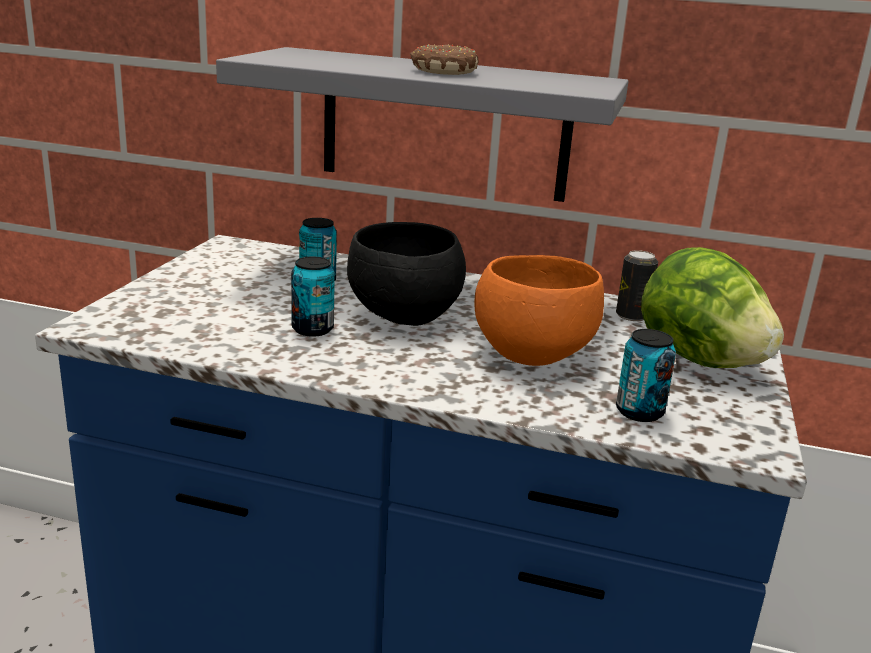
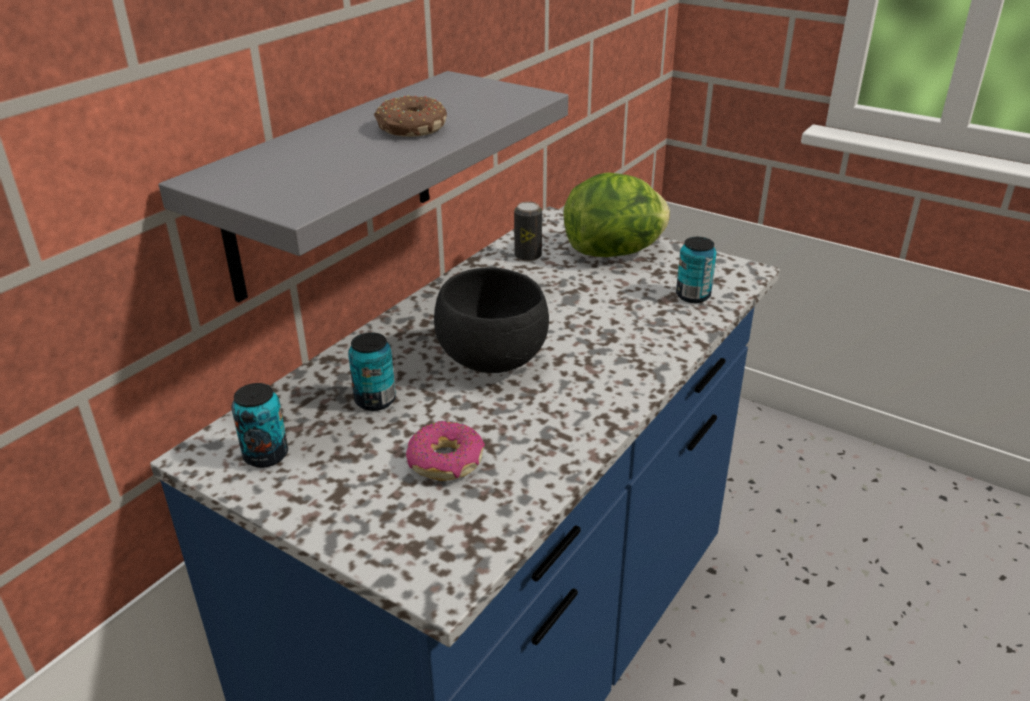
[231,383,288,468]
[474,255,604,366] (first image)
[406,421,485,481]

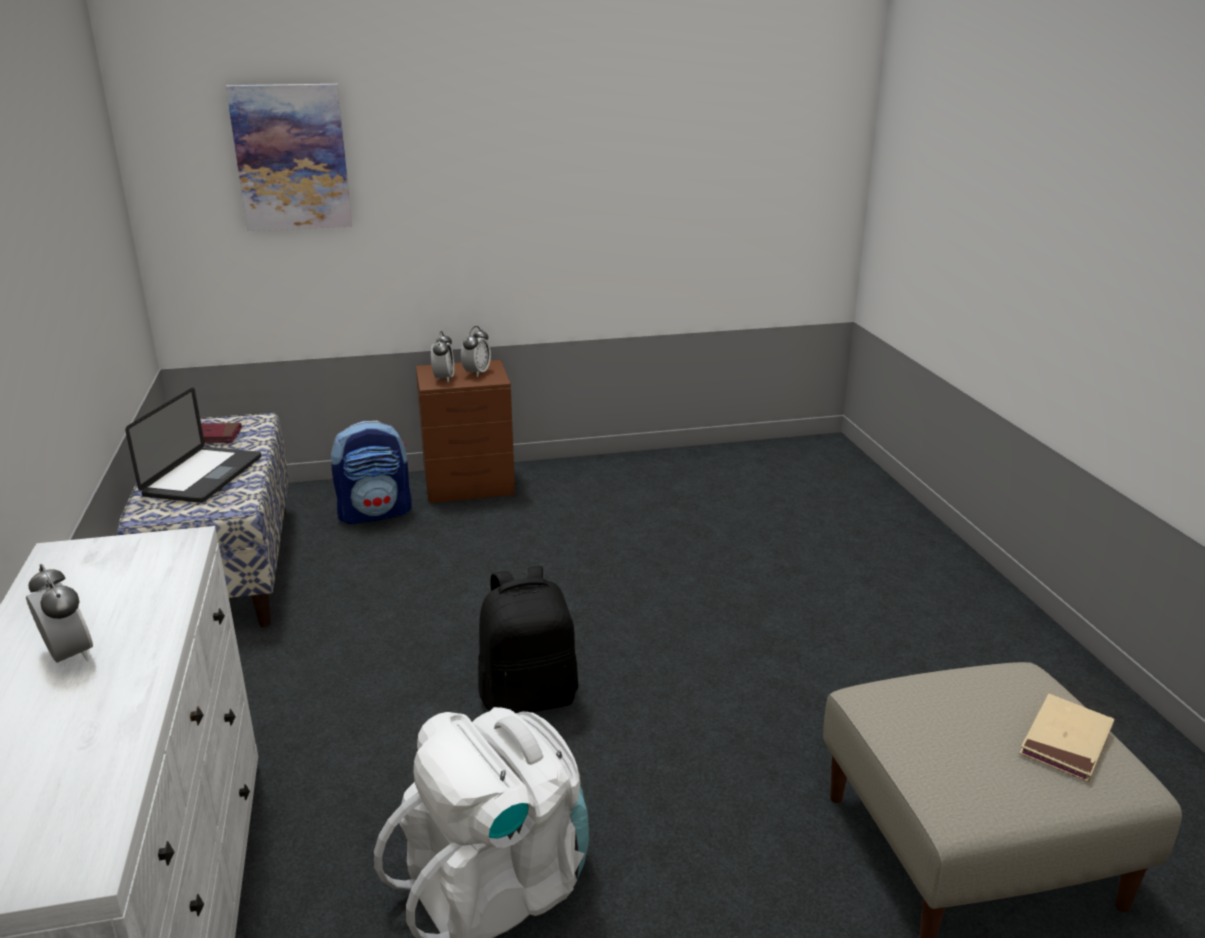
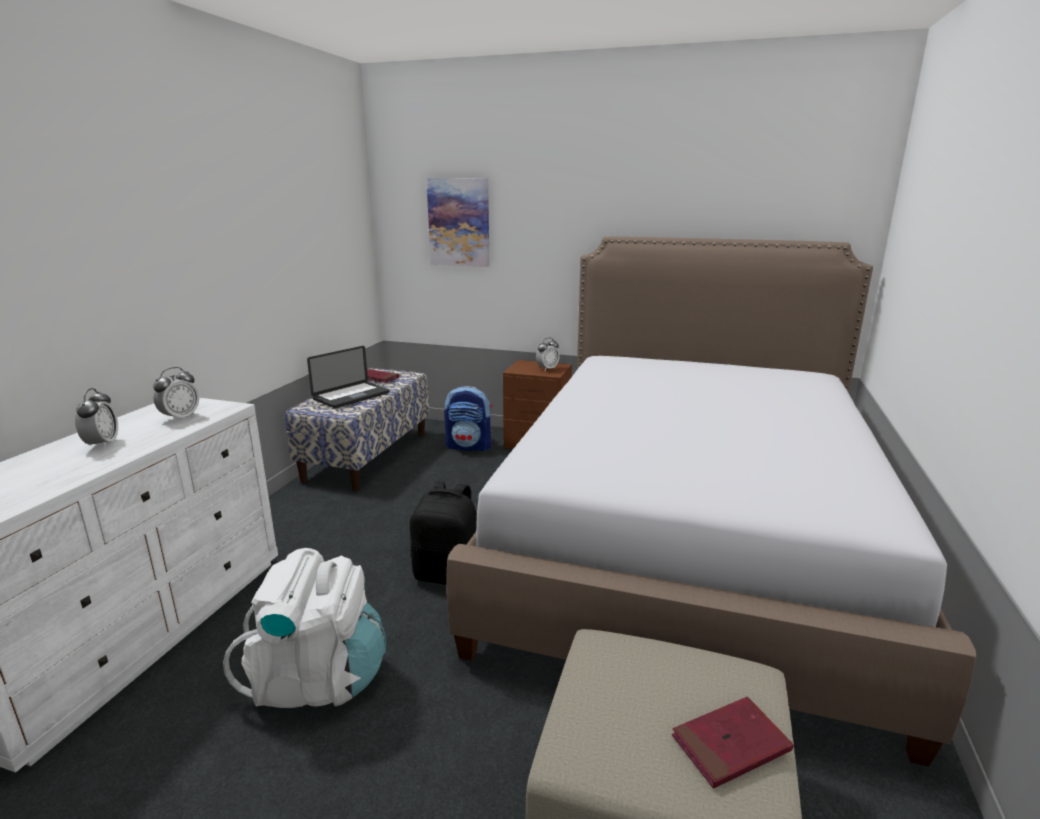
[153,367,200,422]
[672,697,794,789]
[446,237,977,767]

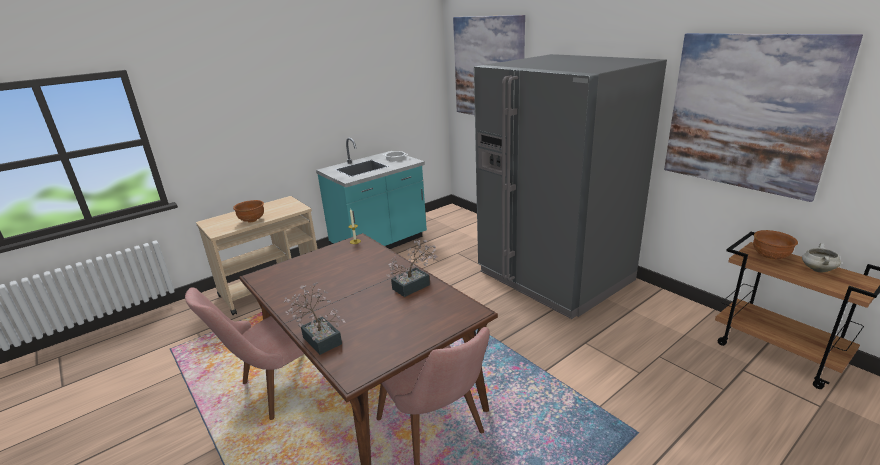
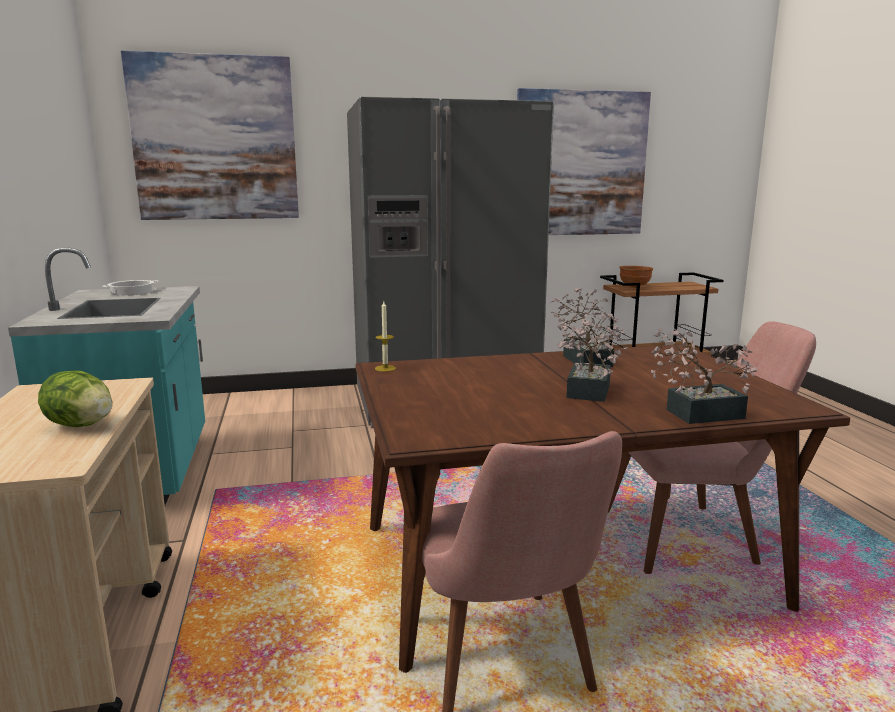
[38,370,112,427]
[802,243,841,273] (first image)
[557,319,628,402]

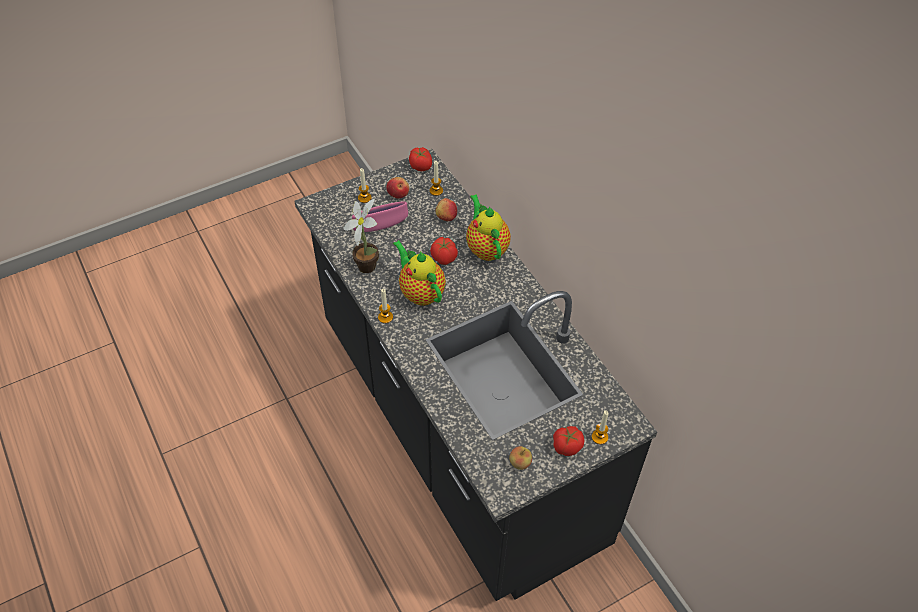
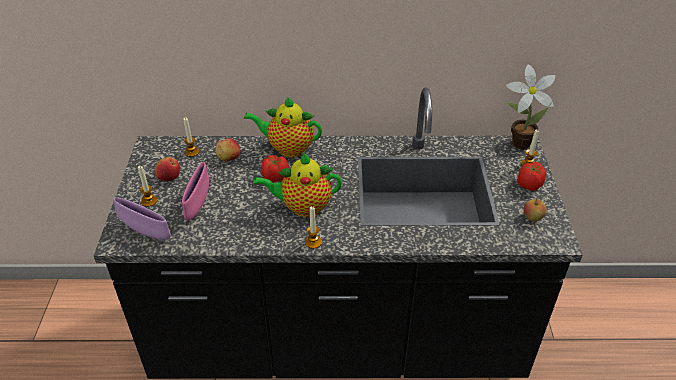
[506,64,556,149]
[409,147,432,171] (first image)
[113,197,171,240]

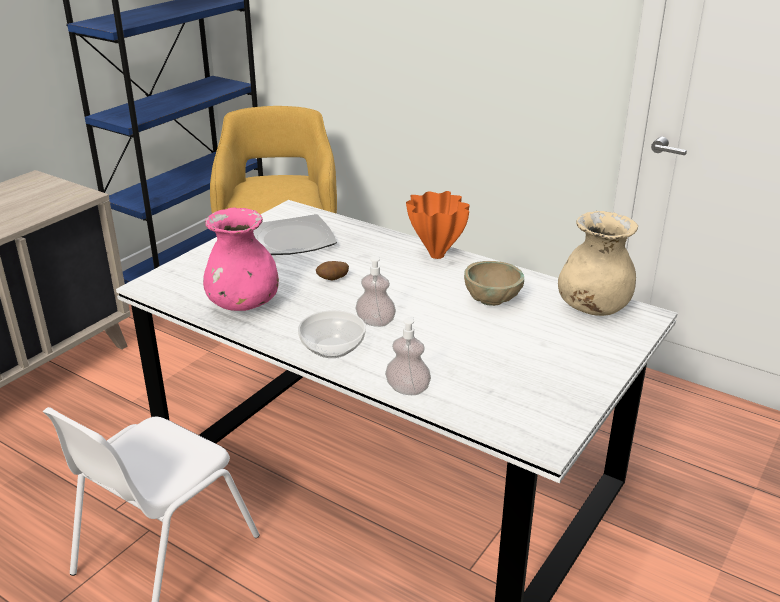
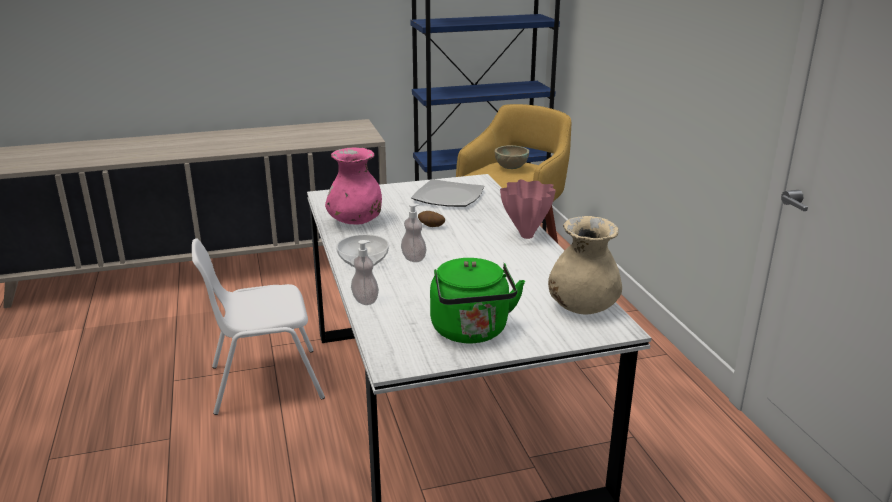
[500,179,555,239]
[495,145,529,169]
[430,258,525,343]

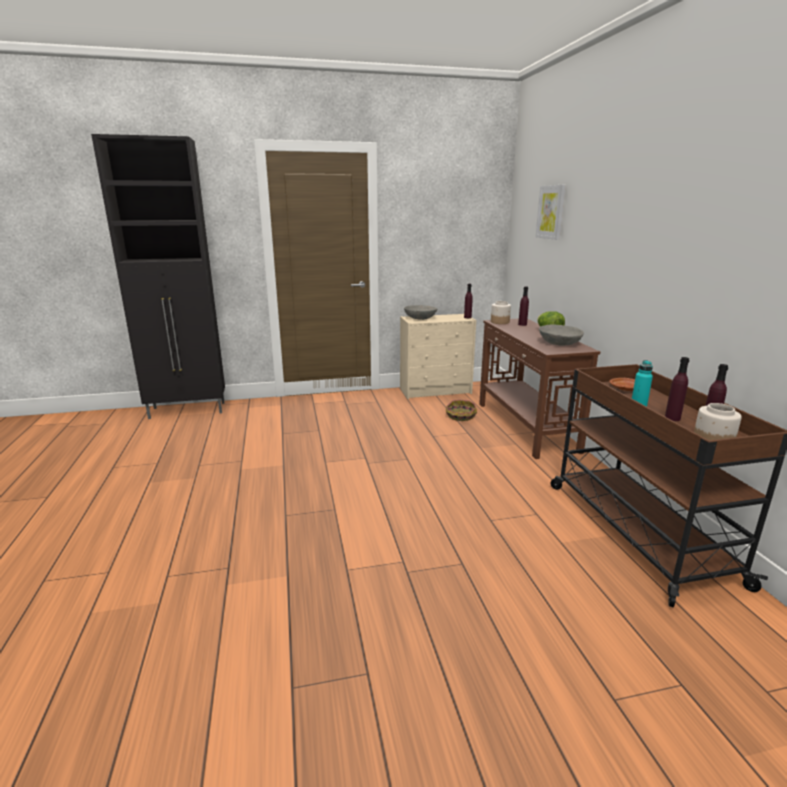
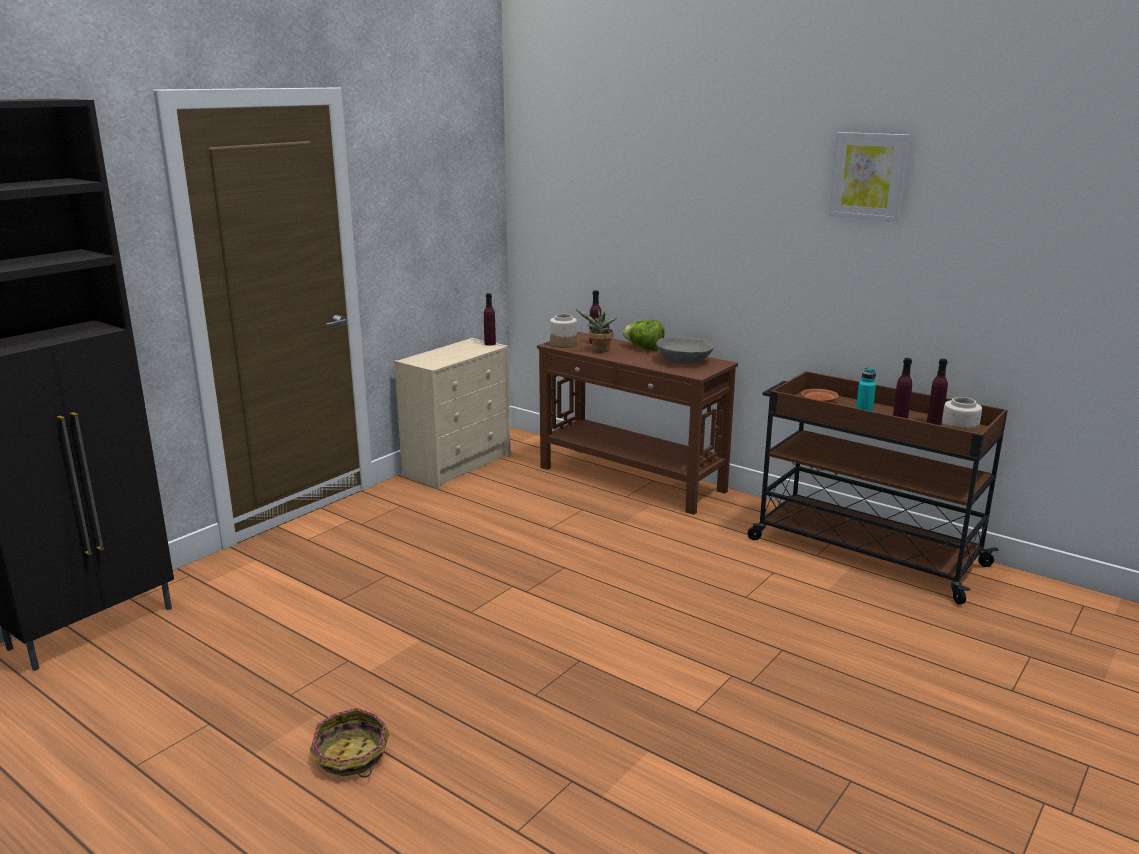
[404,305,437,320] (first image)
[310,708,389,778]
[829,132,910,222]
[576,309,617,353]

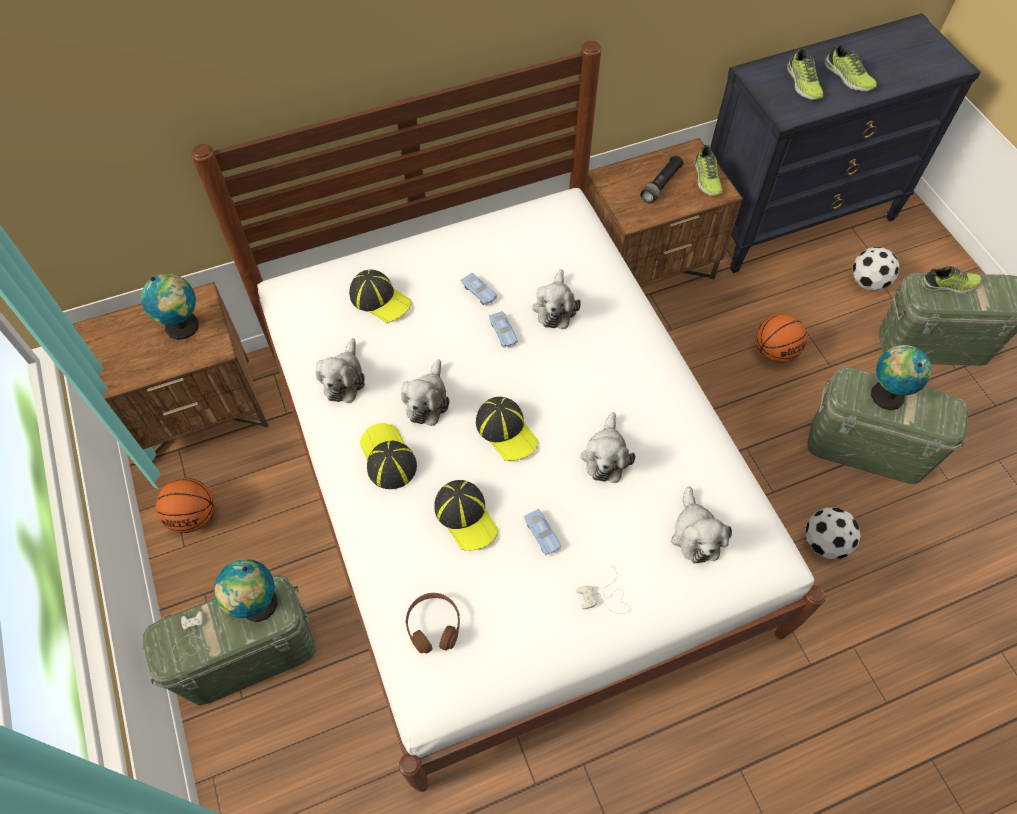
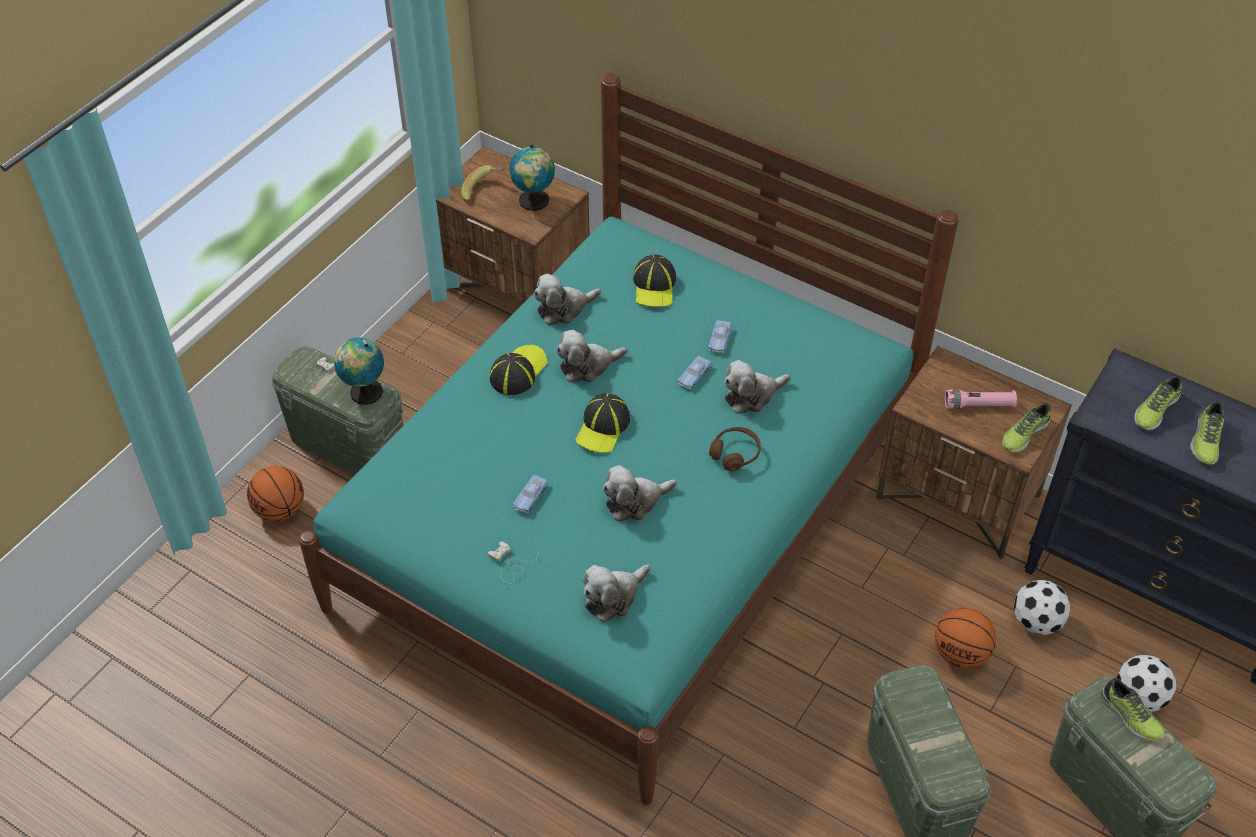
[247,466,304,522]
[299,74,959,805]
[709,427,761,471]
[434,480,499,551] (first image)
[945,389,1017,409]
[1014,580,1070,635]
[871,345,932,410] (first image)
[461,165,505,202]

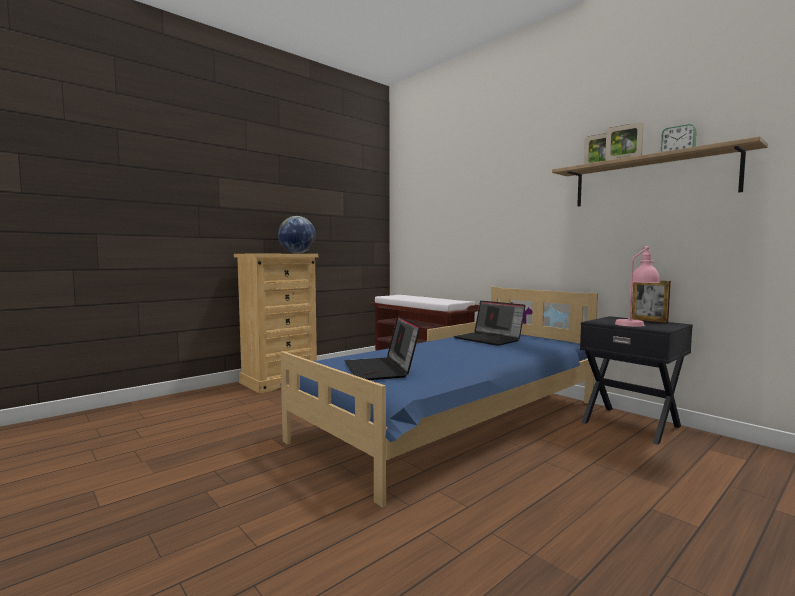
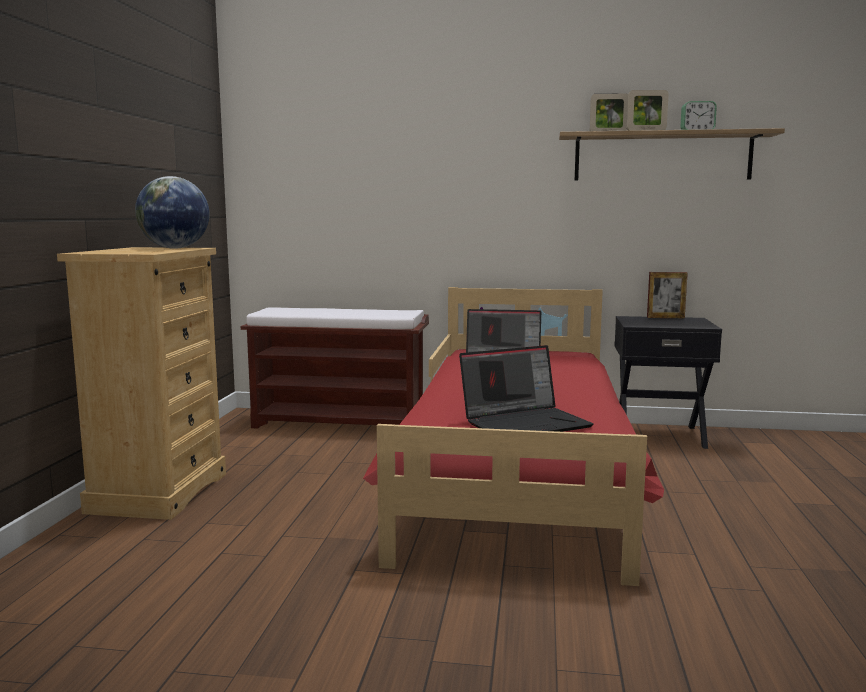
[363,287,664,586]
[459,345,593,432]
[615,246,660,327] (first image)

